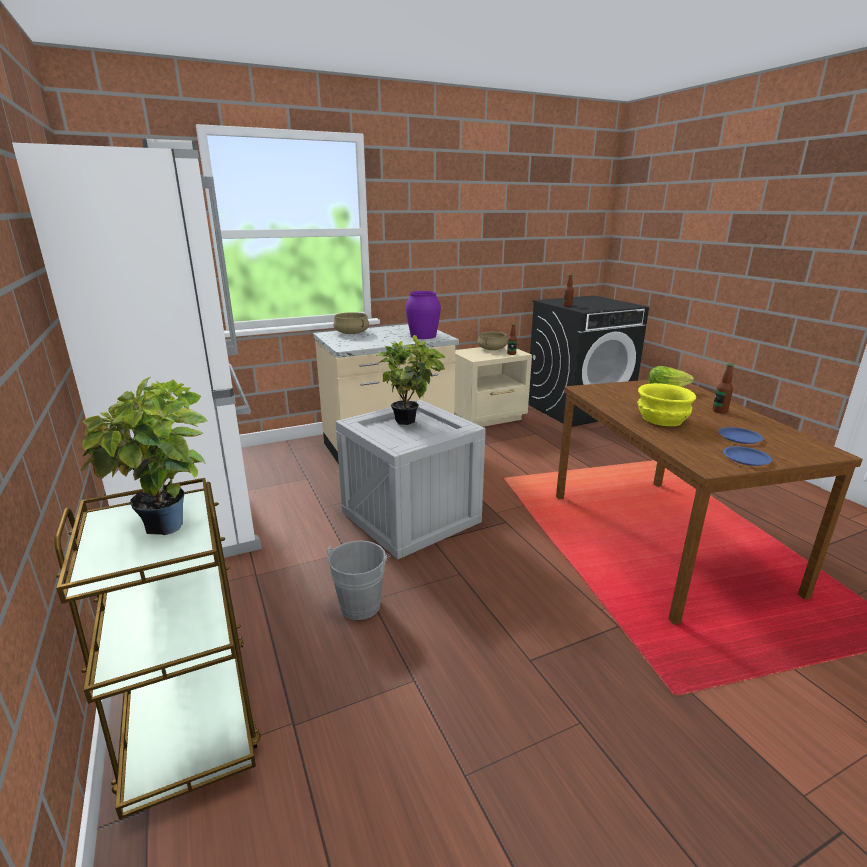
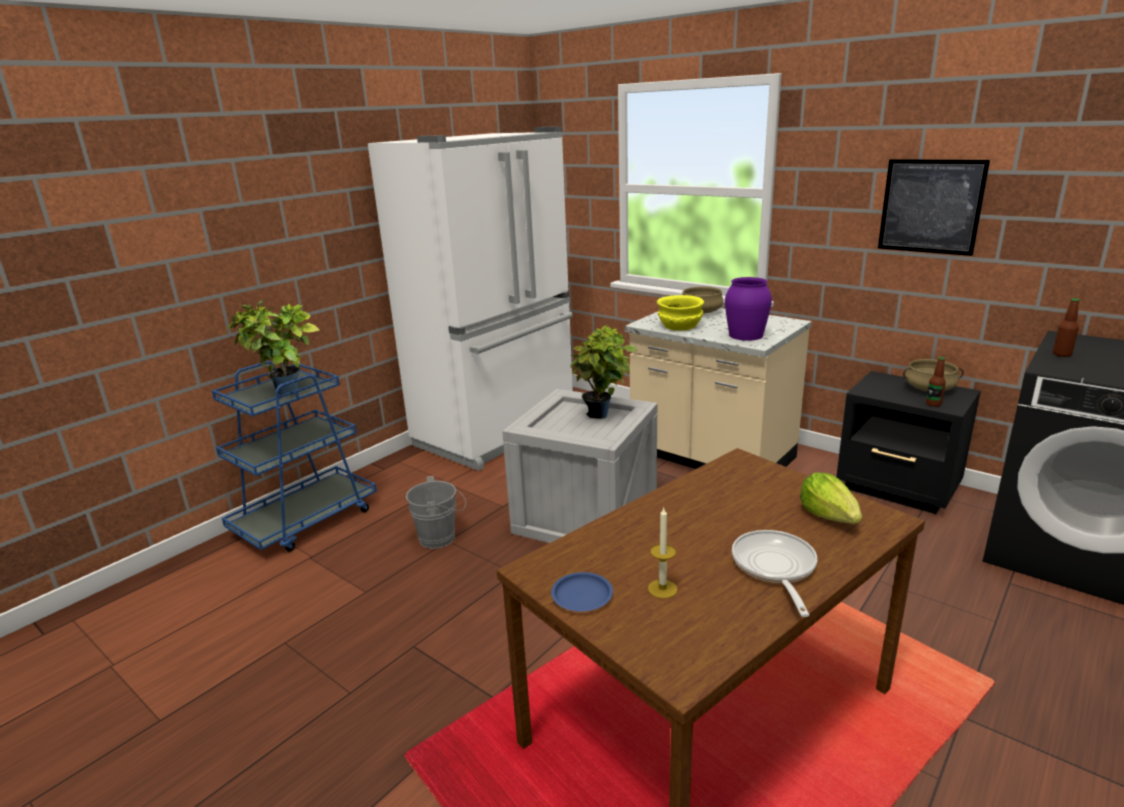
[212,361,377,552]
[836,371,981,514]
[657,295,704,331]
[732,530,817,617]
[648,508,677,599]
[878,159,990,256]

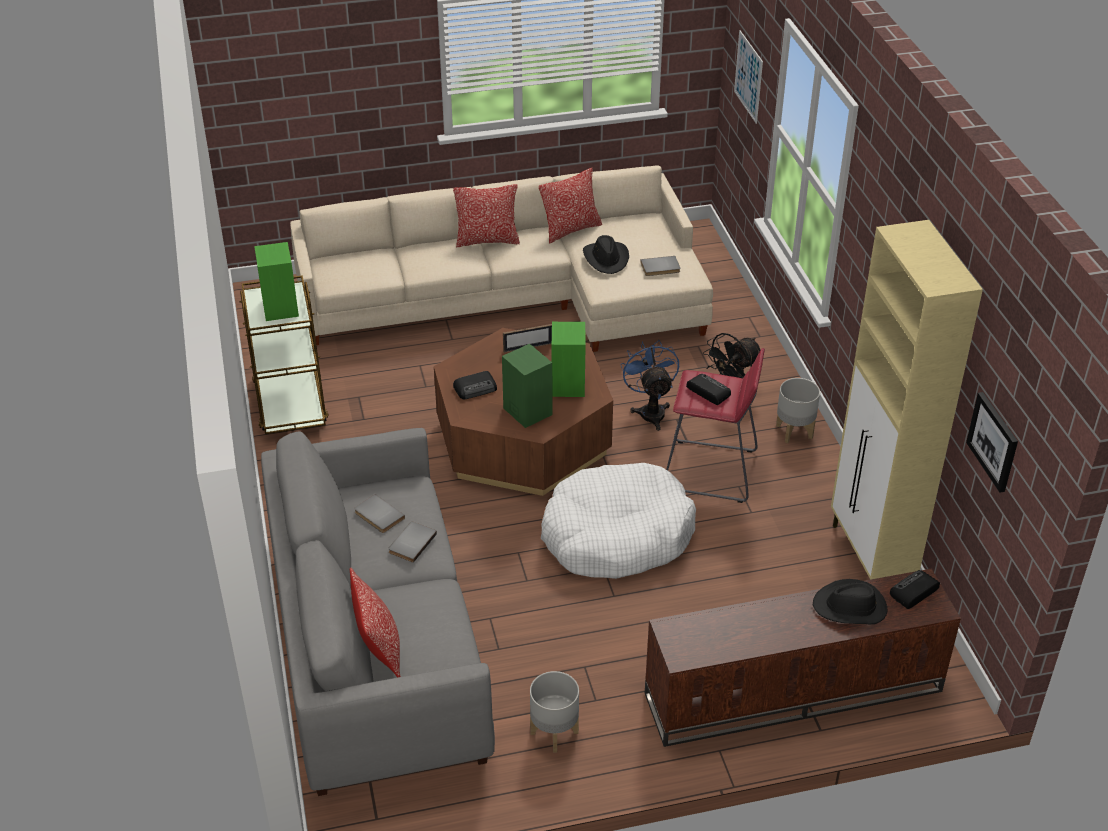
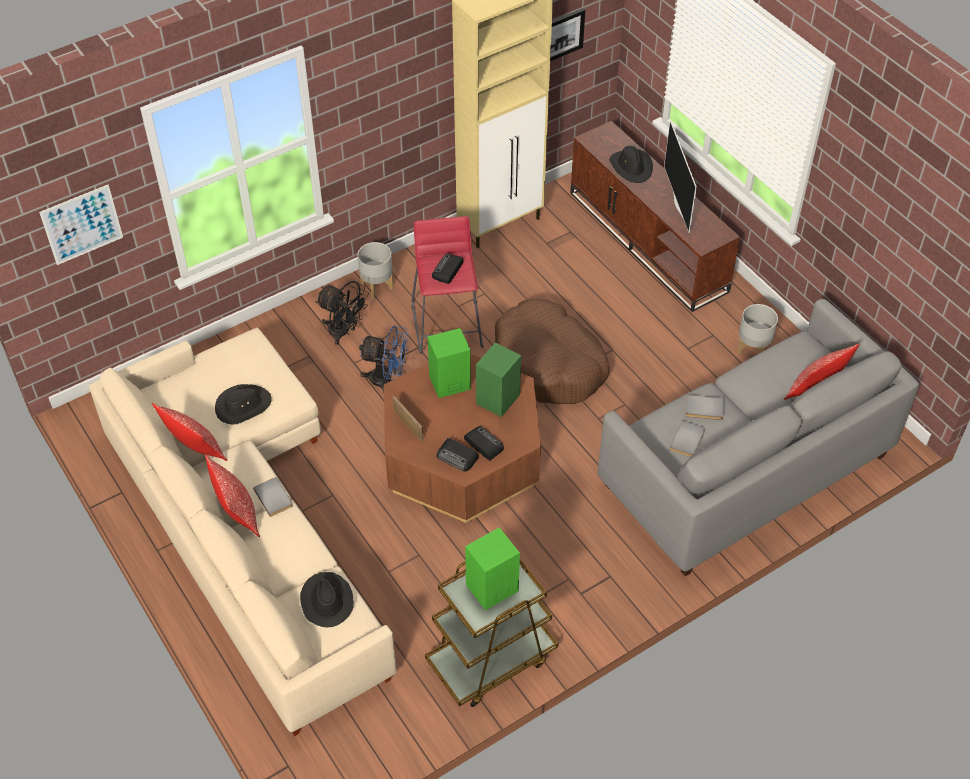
[495,299,610,404]
[359,326,409,393]
[253,477,293,517]
[437,438,479,471]
[300,572,354,627]
[664,120,697,233]

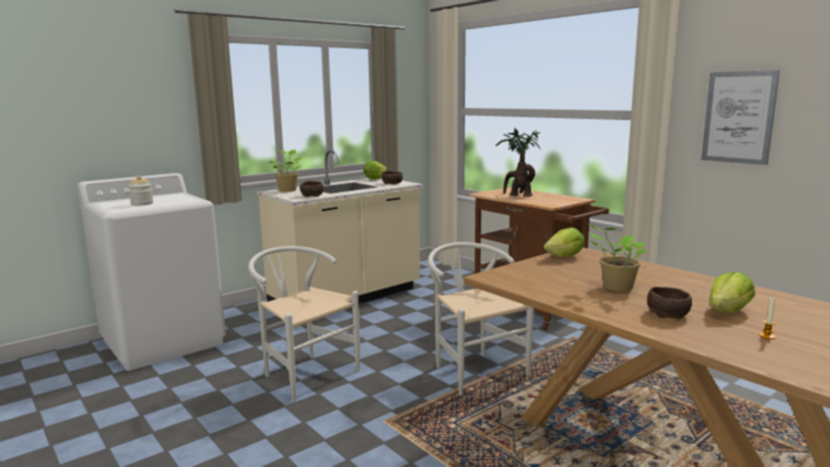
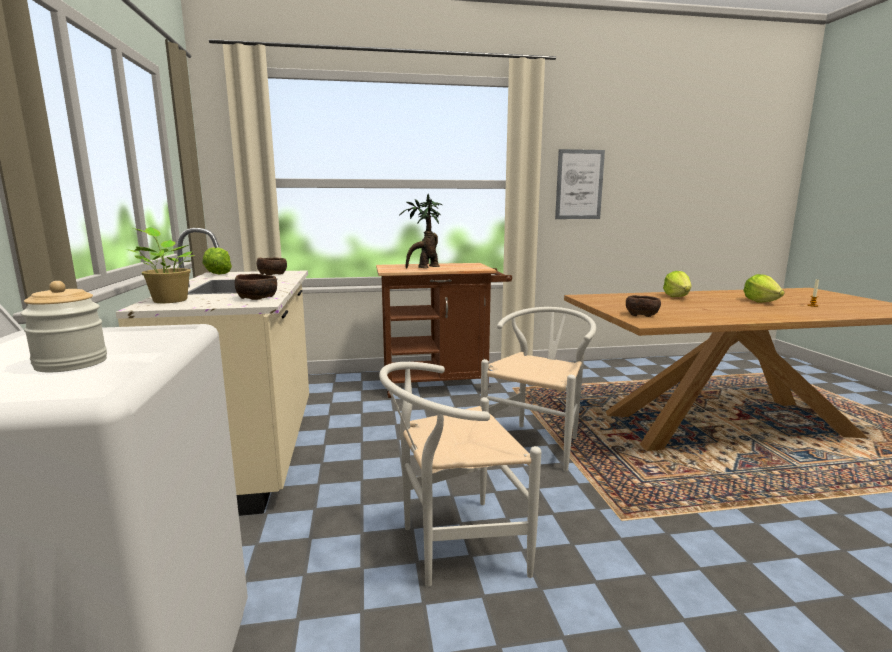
[481,307,596,471]
[663,271,692,297]
[588,224,646,292] (first image)
[626,295,661,317]

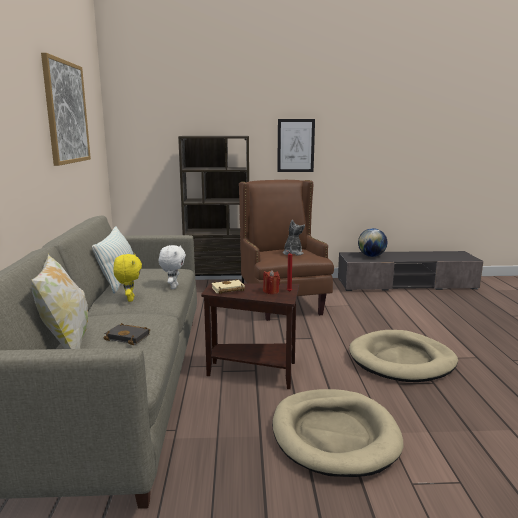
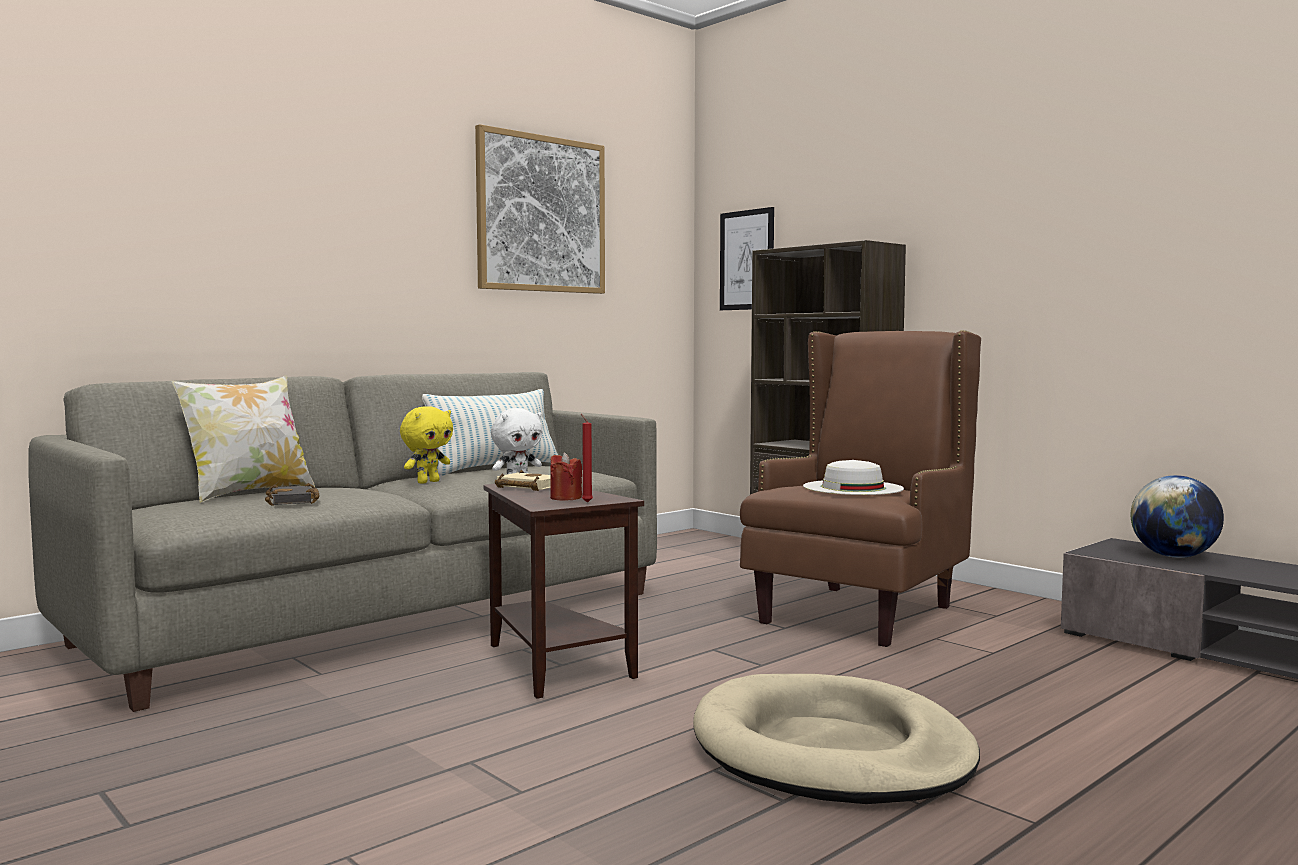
[272,389,404,477] (first image)
[720,207,774,310]
[803,460,904,495]

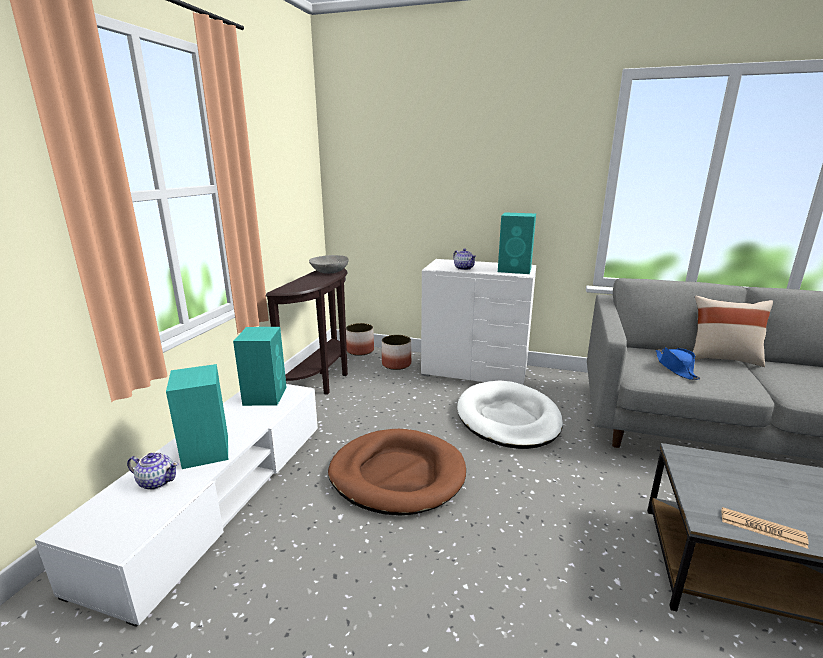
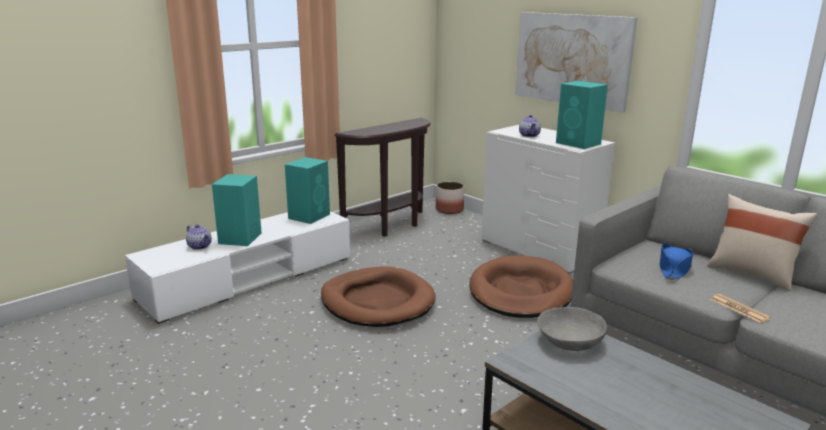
[537,307,607,351]
[382,335,411,370] (first image)
[470,255,573,318]
[710,294,771,323]
[515,12,638,113]

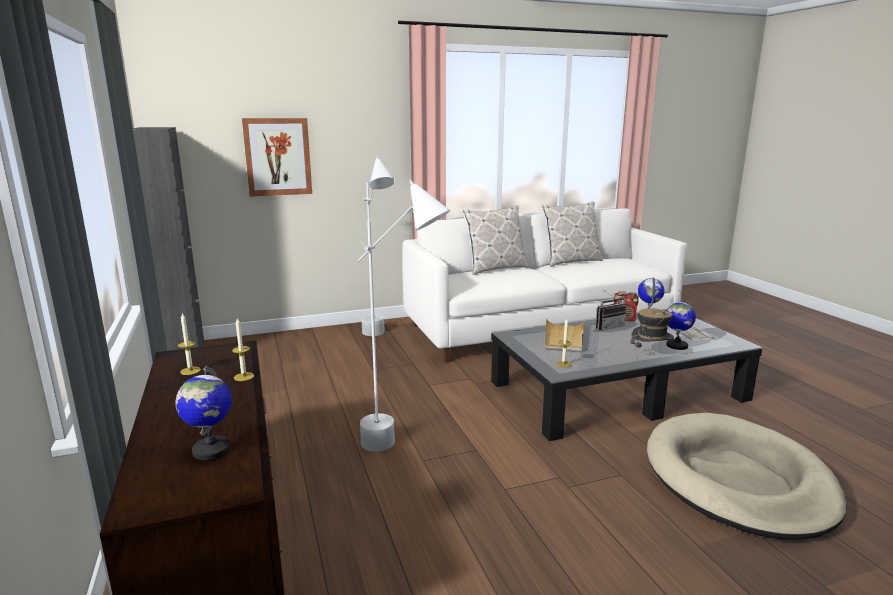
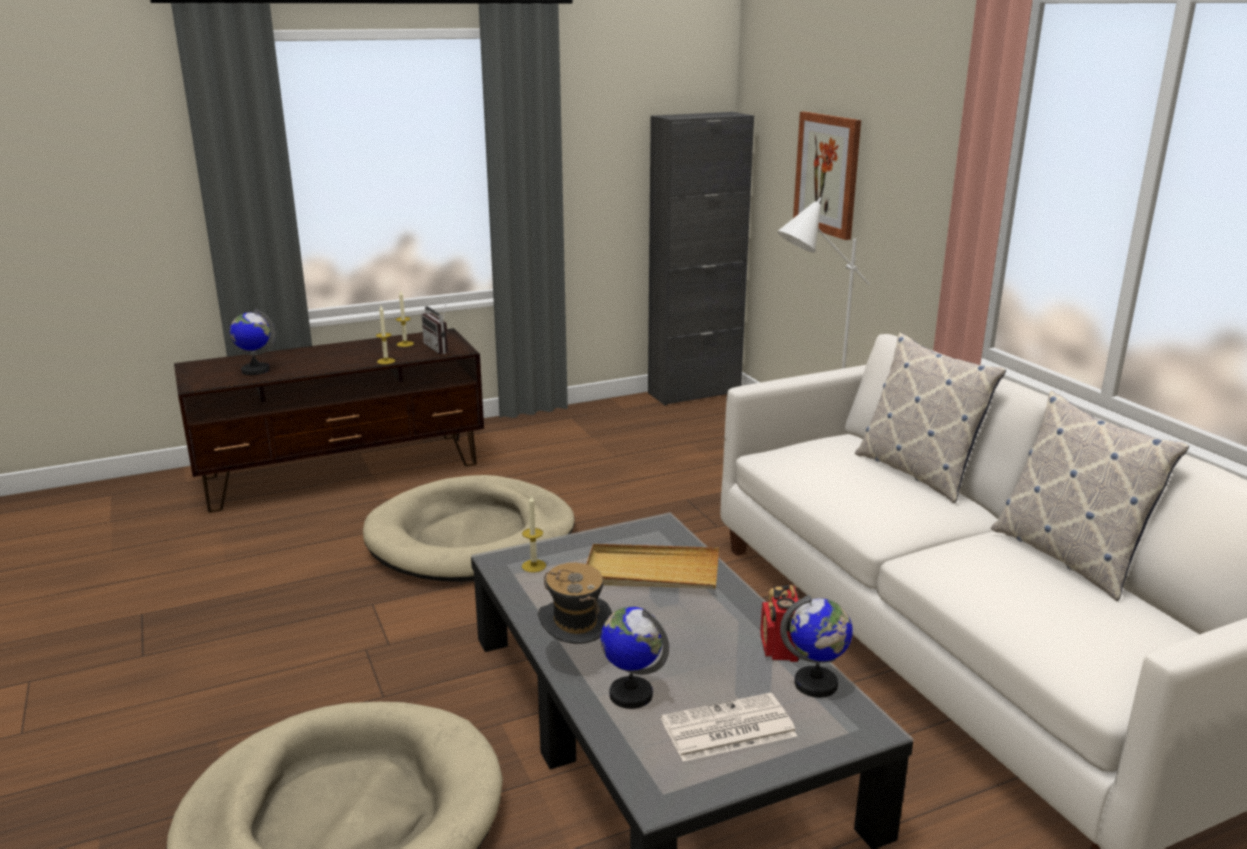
[363,475,575,582]
[421,297,449,354]

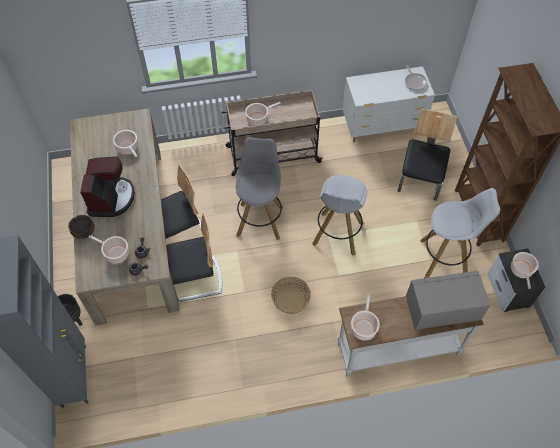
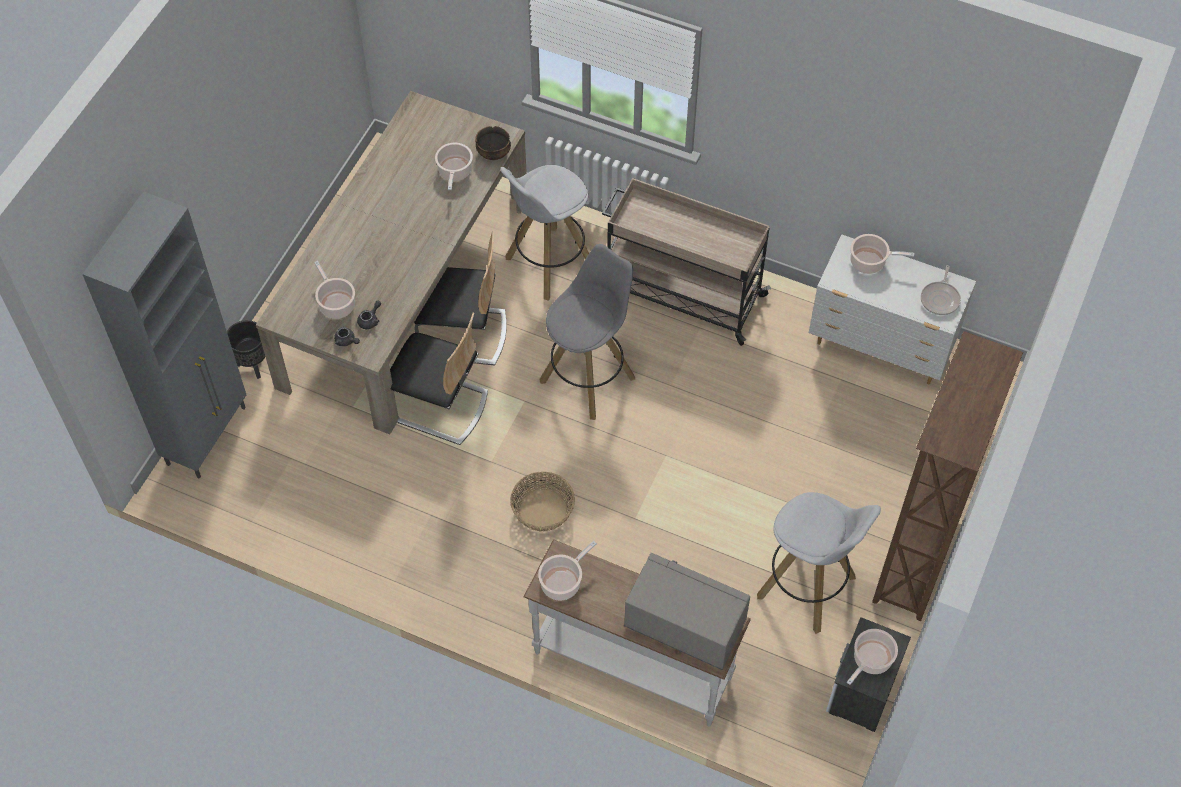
[475,126,511,160]
[80,157,135,217] (first image)
[850,234,914,274]
[500,165,589,301]
[397,109,457,201] (first image)

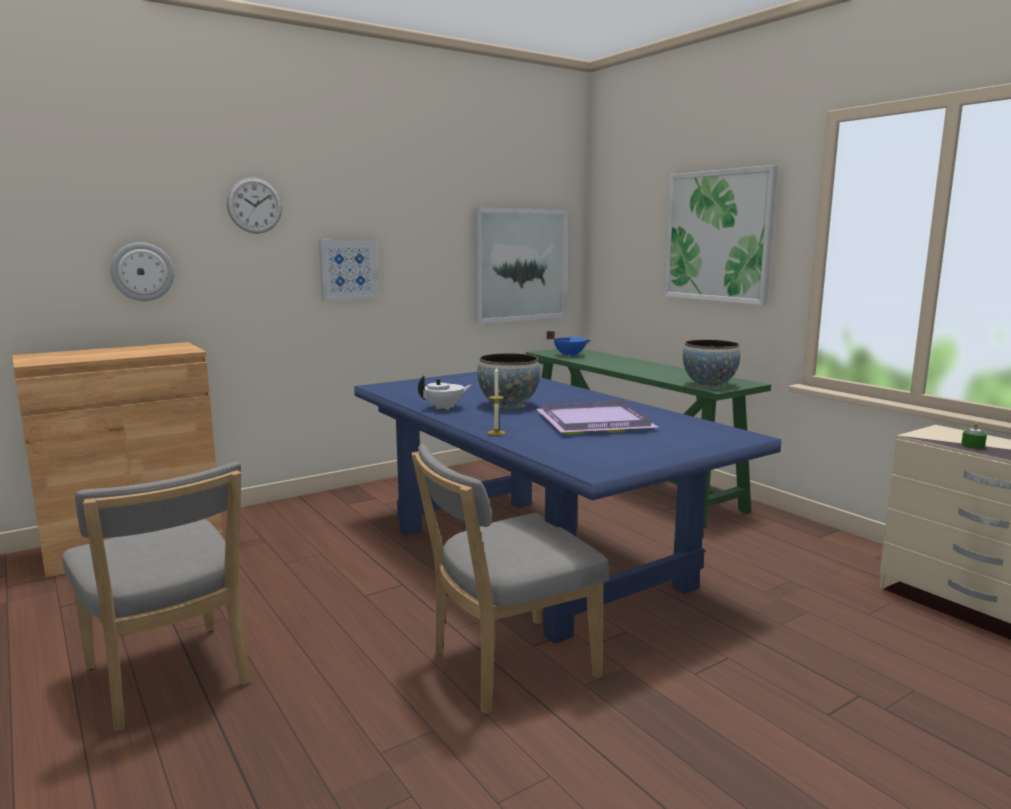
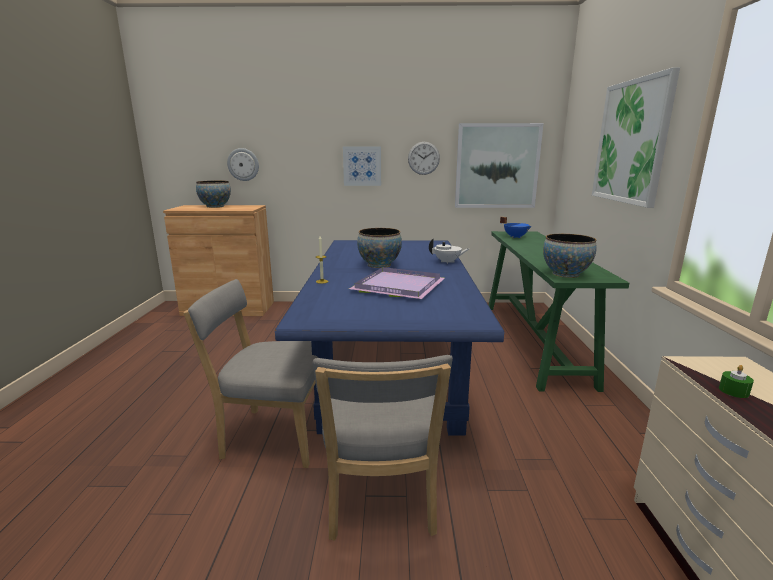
[313,355,453,541]
[408,142,440,175]
[429,238,469,264]
[196,181,231,208]

